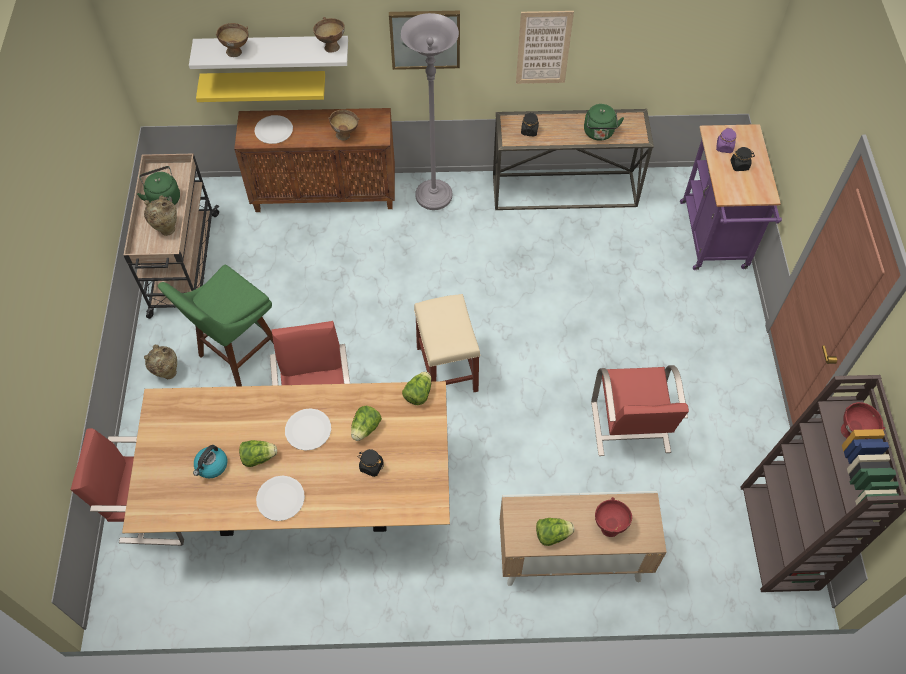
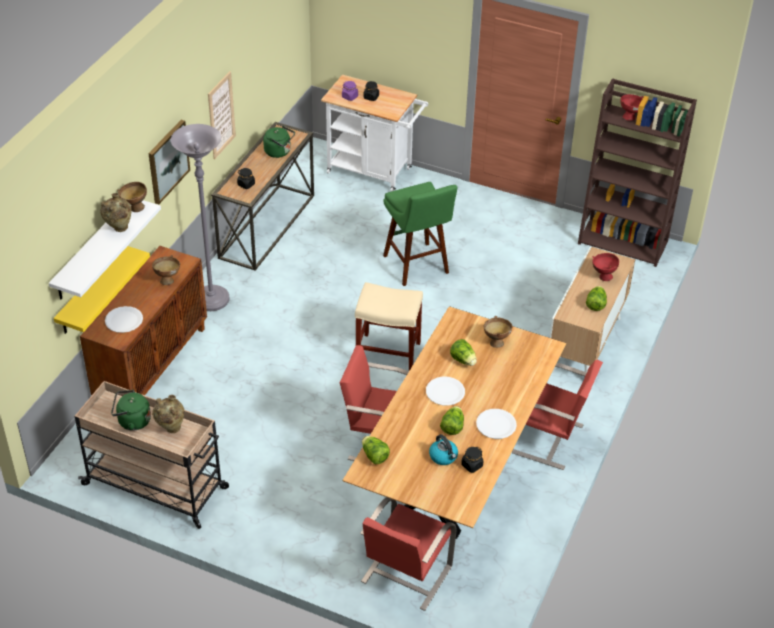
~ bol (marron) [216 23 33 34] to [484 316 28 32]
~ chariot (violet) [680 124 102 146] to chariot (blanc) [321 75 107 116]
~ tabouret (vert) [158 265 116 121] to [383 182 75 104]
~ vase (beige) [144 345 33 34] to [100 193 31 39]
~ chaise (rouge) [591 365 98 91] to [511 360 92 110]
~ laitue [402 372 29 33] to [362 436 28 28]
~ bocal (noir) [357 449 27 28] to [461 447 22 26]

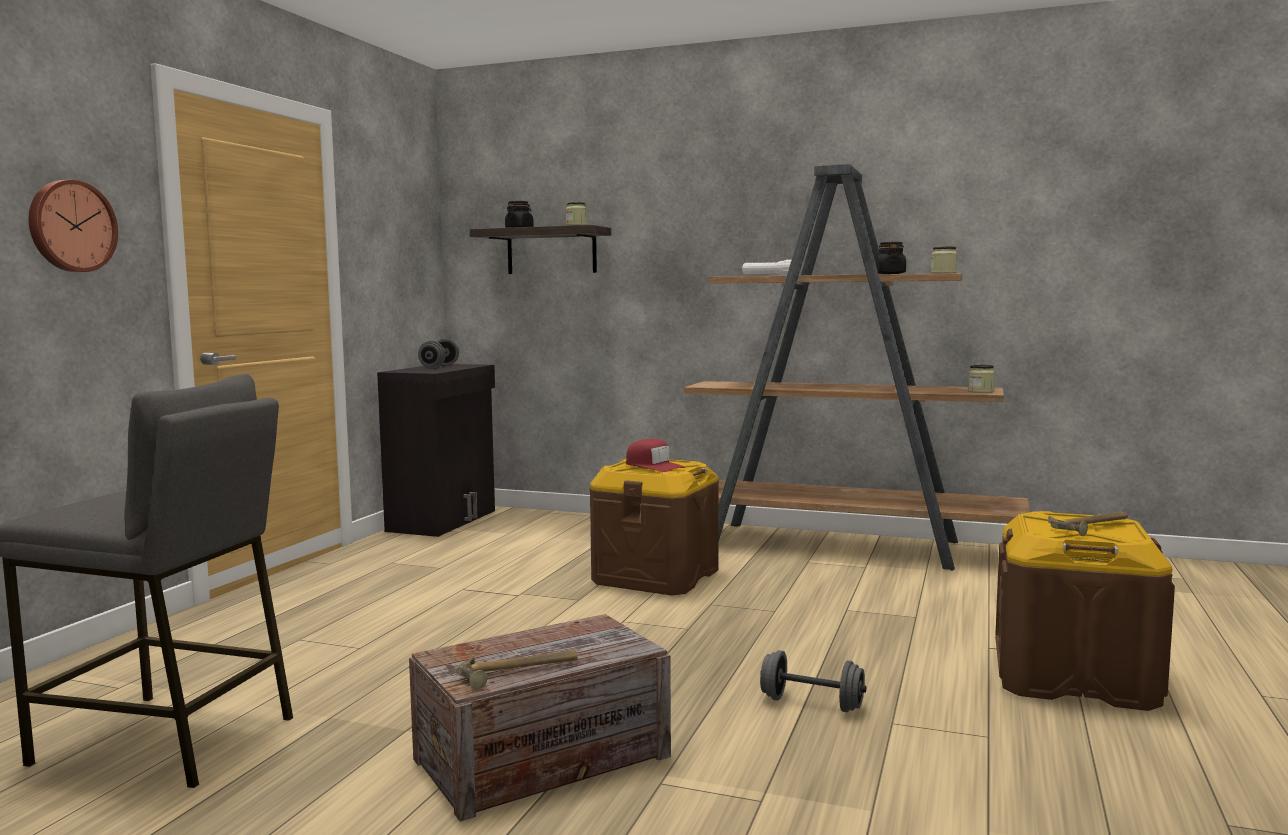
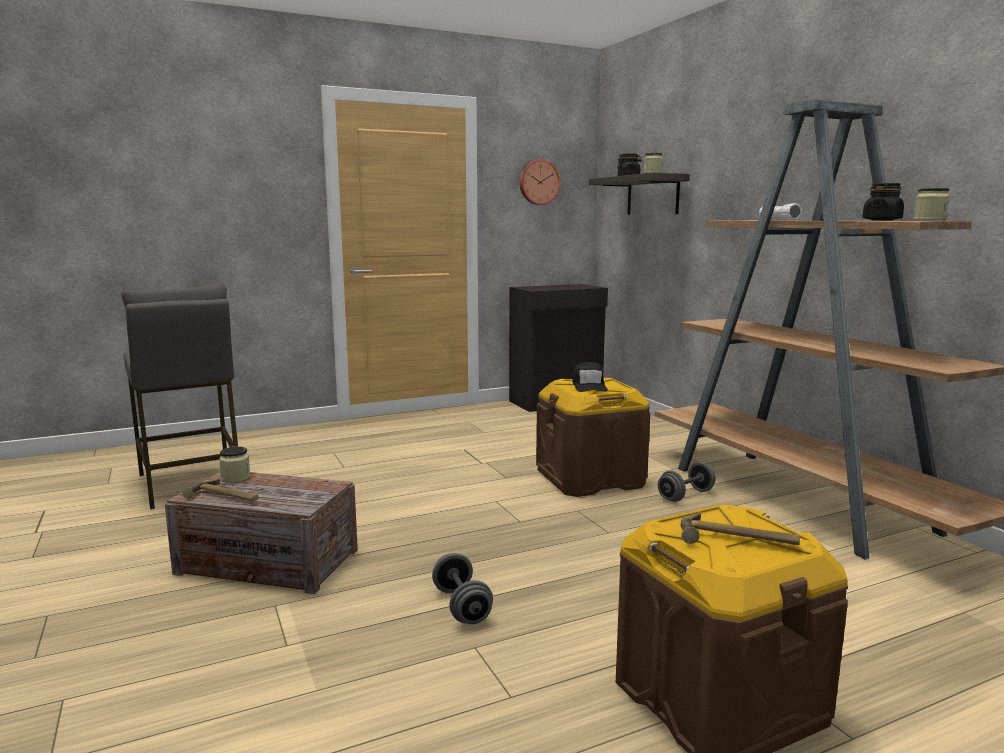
~ horloge murale [28 180 90 92] to [519 159 42 46]
~ haltère (gris) [418 339 41 30] to [658 462 58 40]
~ bocal [968 365 27 28] to [219 447 31 36]
~ casquette (rouge) [626 439 60 33] to casquette (noir) [572 362 36 30]

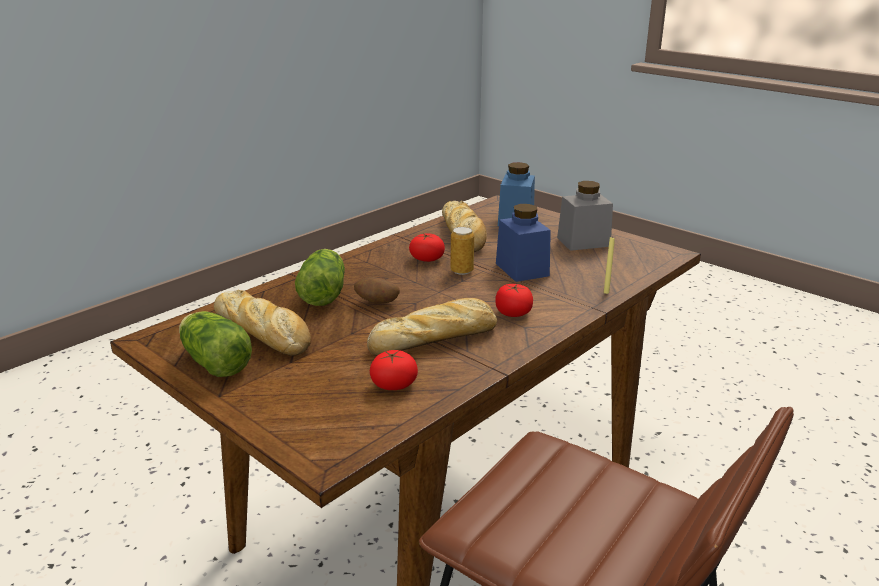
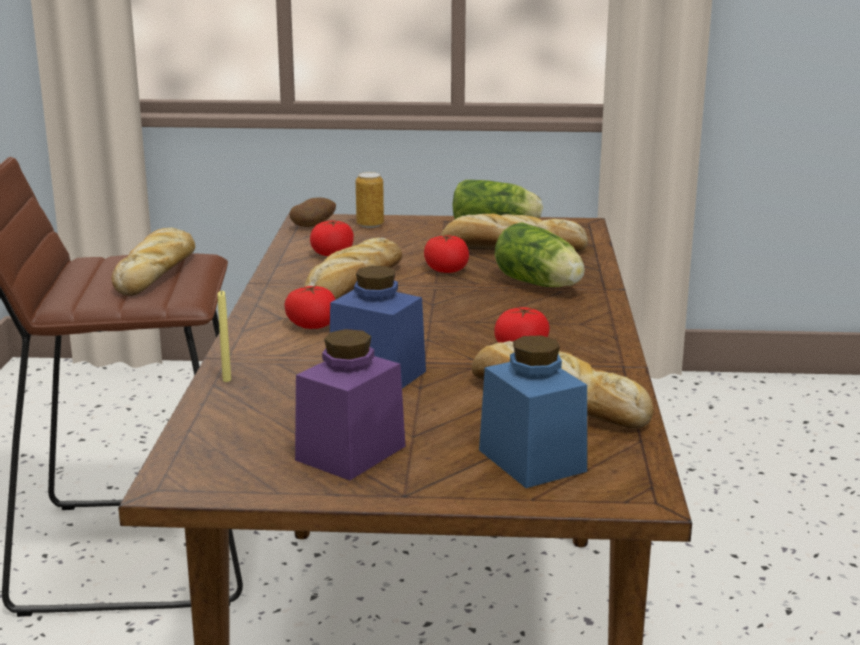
~ bocal (gris) [557 181 56 70] to bocal (violet) [295 329 110 151]
~ boîte métallique [451 227 23 48] to [356 172 28 56]
~ pomme de terre [354 277 46 27] to [289 198 47 29]
+ pain [112 228 83 68]
+ tomate [424 235 45 38]

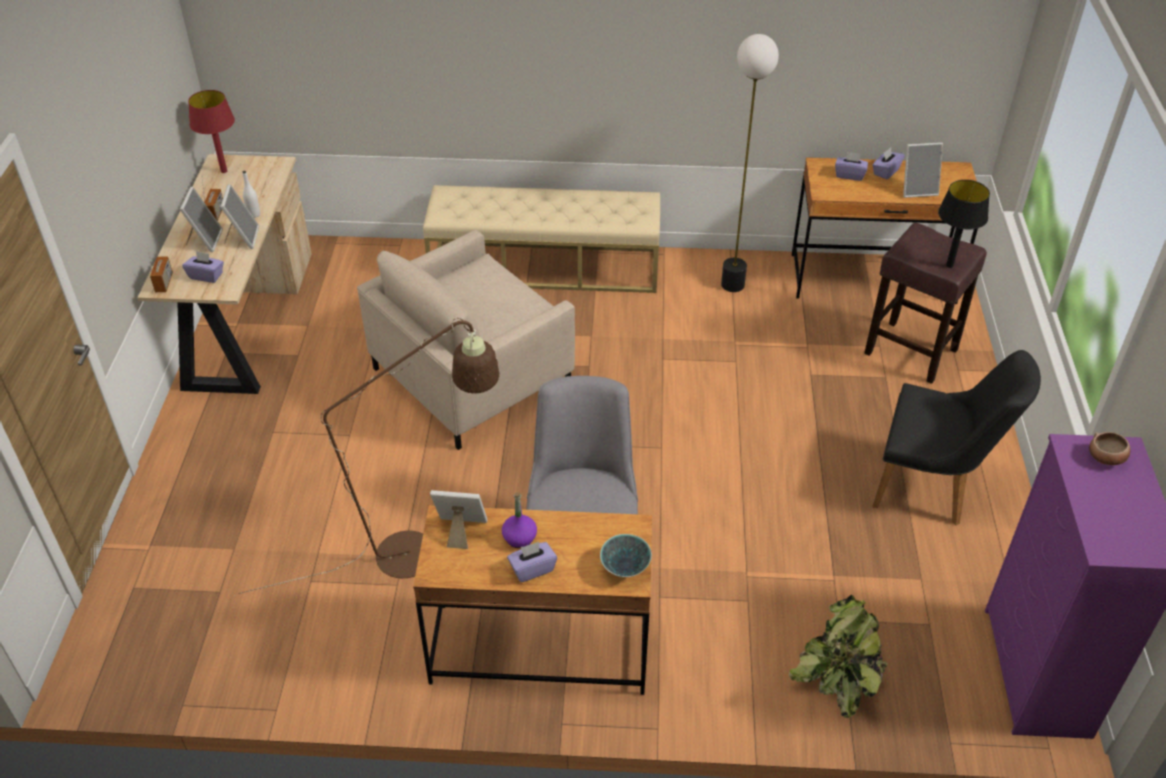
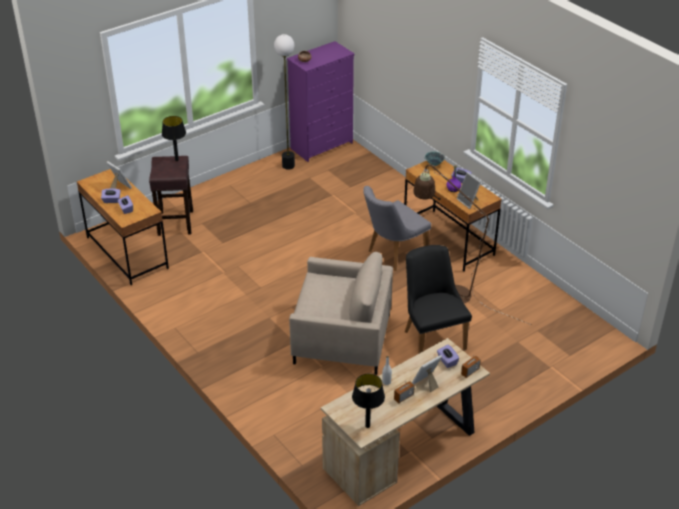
~ lampadaire [721 34 58 258] to [274 34 21 136]
~ lampe de table (rouge) [188 90 47 83] to lampe de table (noir) [352 374 33 54]
- cadre photo [221 184 38 65]
- banc (beige) [423 185 237 108]
~ chaise (noir) [872 350 169 176] to [405 245 67 109]
- plante en pot [789 594 99 124]

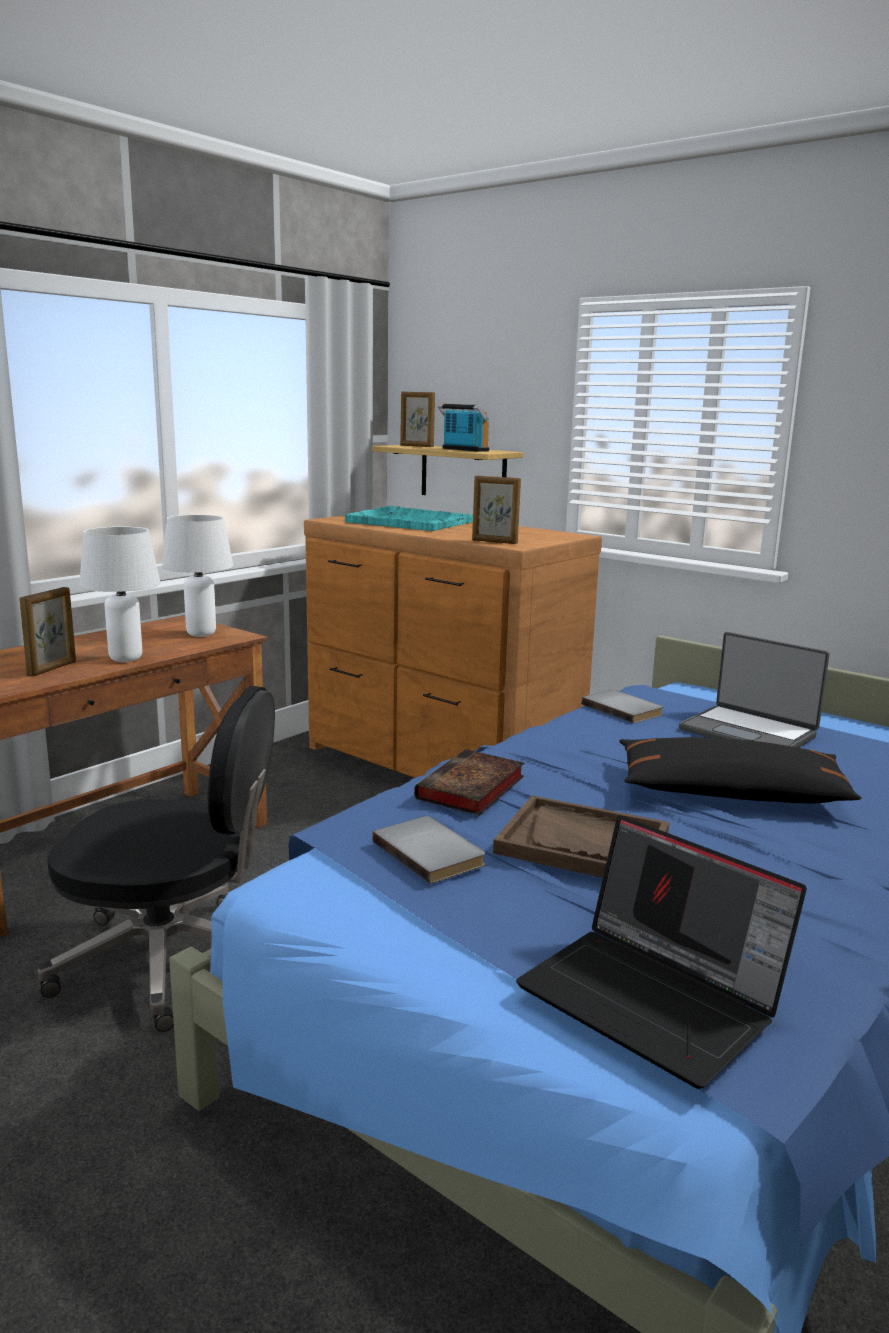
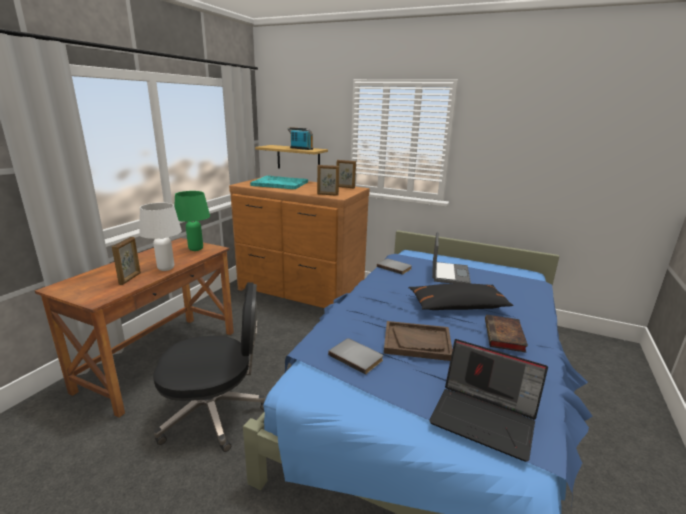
~ cadre photo [400 392 35 55] to [337 160 19 28]
~ lampe de table (blanc) [162 515 71 122] to lampe de table (vert) [174 191 36 60]
~ ordinateur portable [679 632 151 116] = [432 232 39 52] 105 degrees counterclockwise
~ livre [414 749 110 66] to [485 315 43 37]

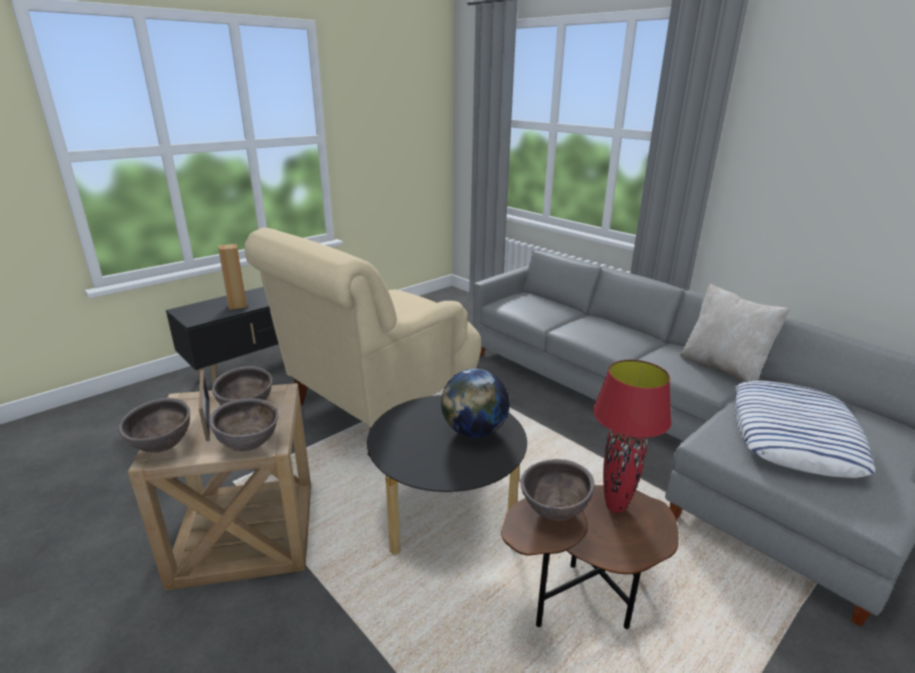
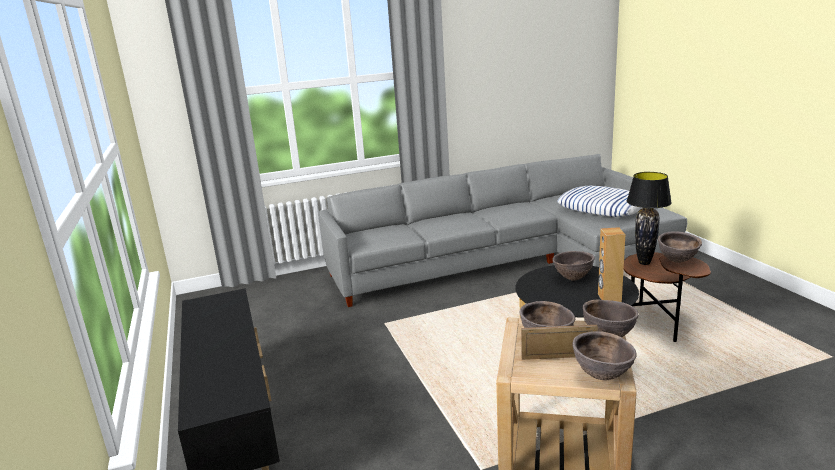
- fauteuil (beige) [245 227 236 229]
~ enceinte (marron) [218 244 29 66] to [598 227 27 75]
- coussin (beige) [680 284 110 98]
~ lampe de table (rouge) [593 360 79 153] to lampe de table (noir) [627 172 45 93]
~ globe [441 369 68 69] to bol (marron) [552 251 43 30]

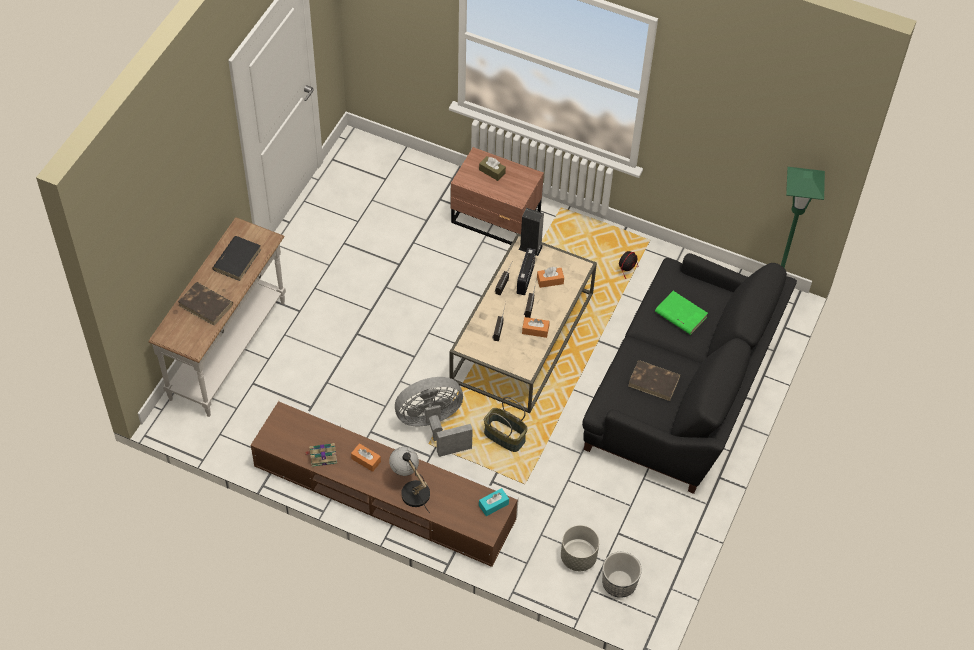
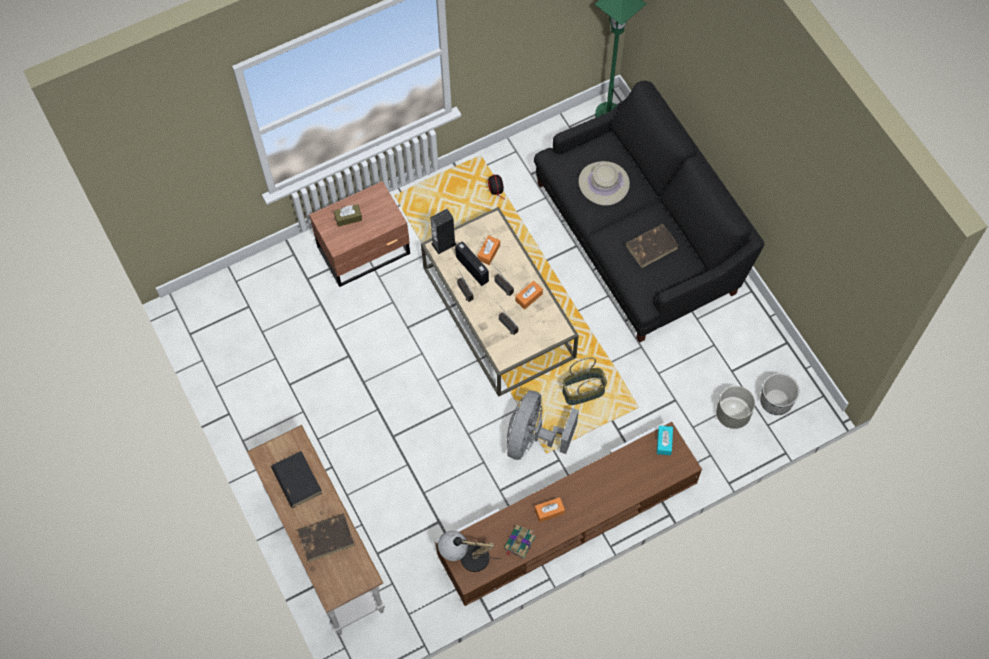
~ livre (vert) [655 291 53 44] to chapeau (beige) [579 161 51 45]
~ lampe de table [389 447 41 66] to [438 531 63 41]

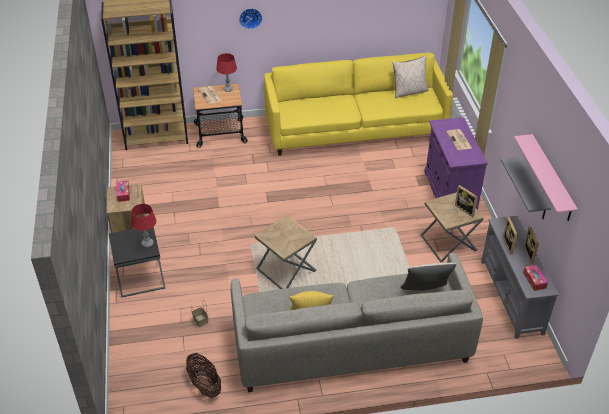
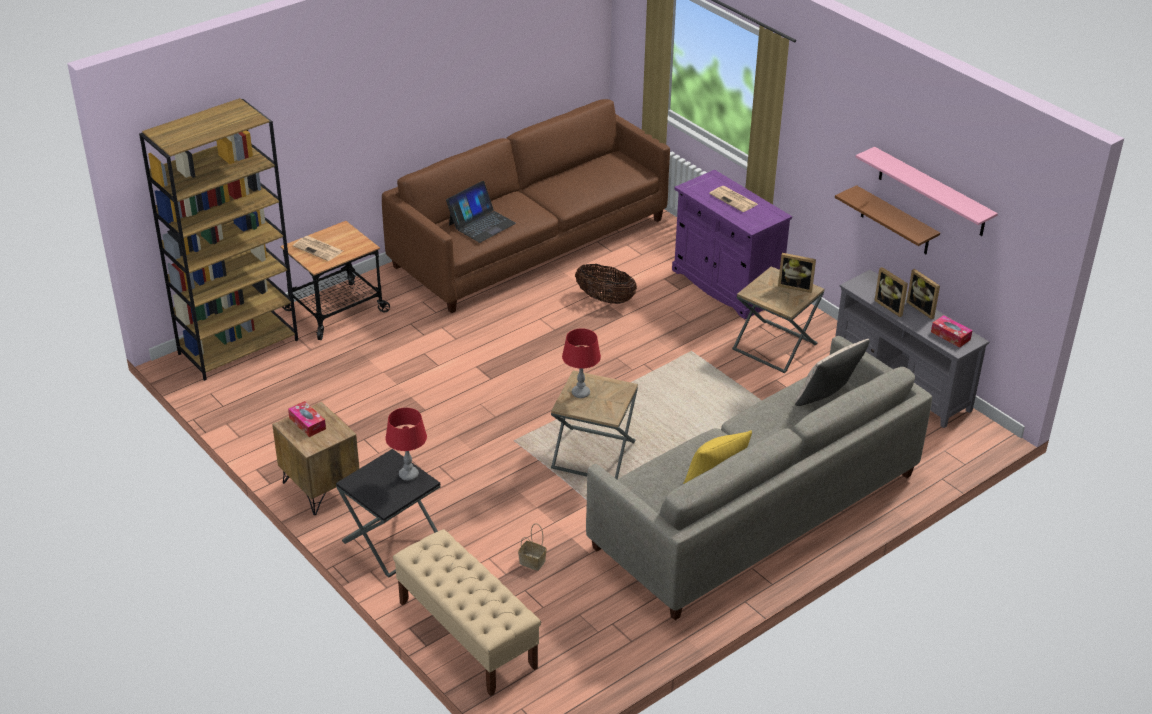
- horloge murale [239 8 23 21]
~ lampe de table (rouge) [216 53 21 39] to [562 328 39 70]
~ canapé (jaune) [264 53 189 103] to canapé (marron) [382 99 288 214]
- coussin (beige) [392 55 36 43]
~ étagère (gris) [501 157 50 62] to étagère (marron) [835 185 105 69]
~ panier [186 353 35 45] to [575 264 62 40]
+ ordinateur portable [446 181 70 62]
+ banc (beige) [393 529 148 167]

